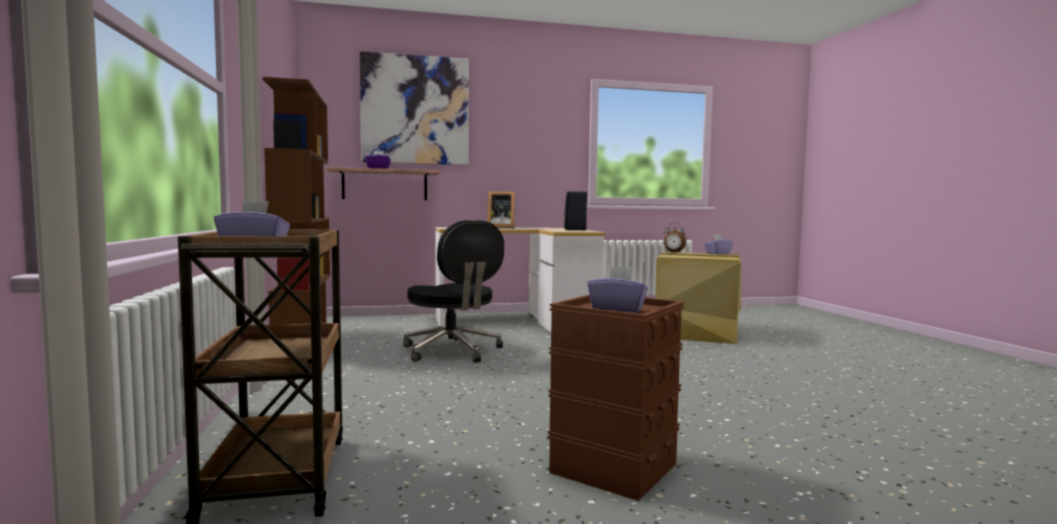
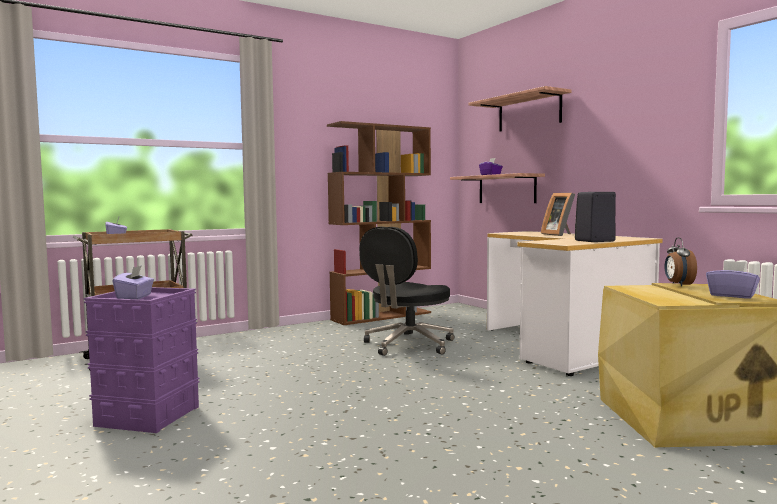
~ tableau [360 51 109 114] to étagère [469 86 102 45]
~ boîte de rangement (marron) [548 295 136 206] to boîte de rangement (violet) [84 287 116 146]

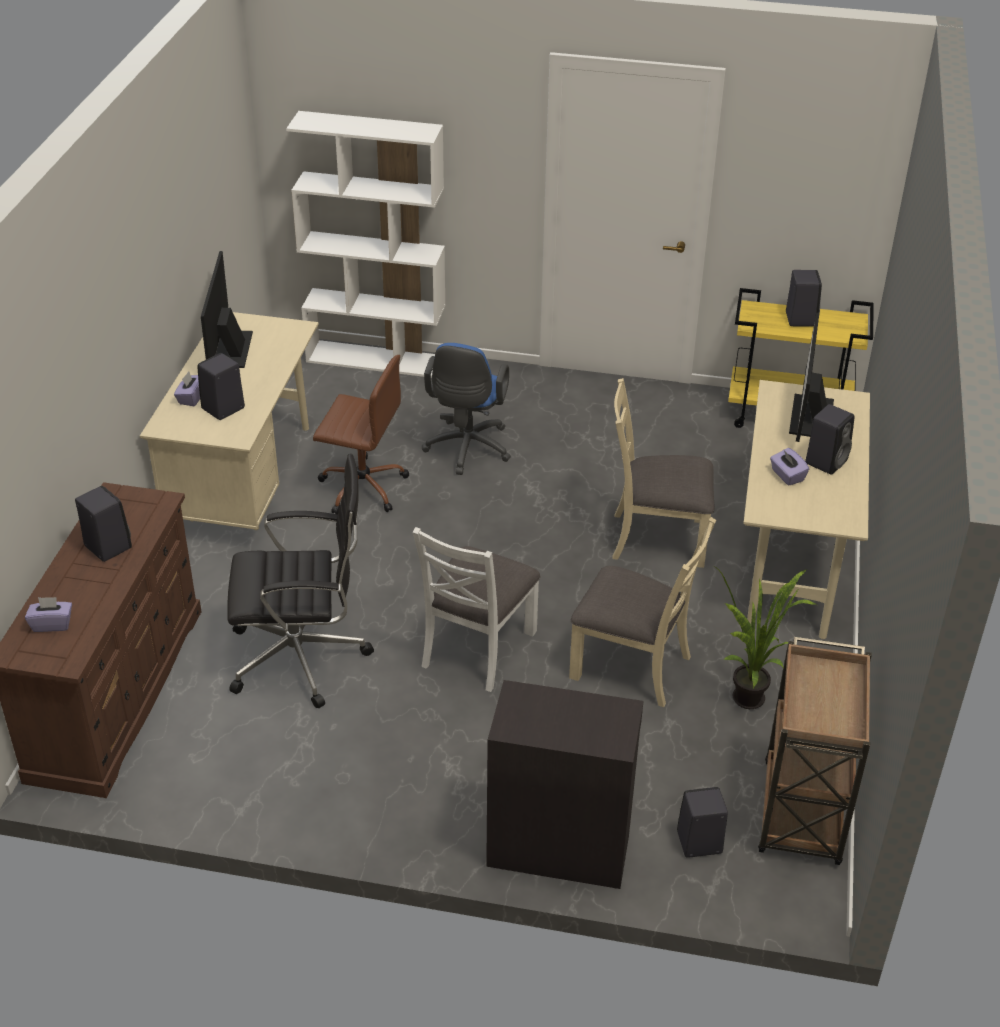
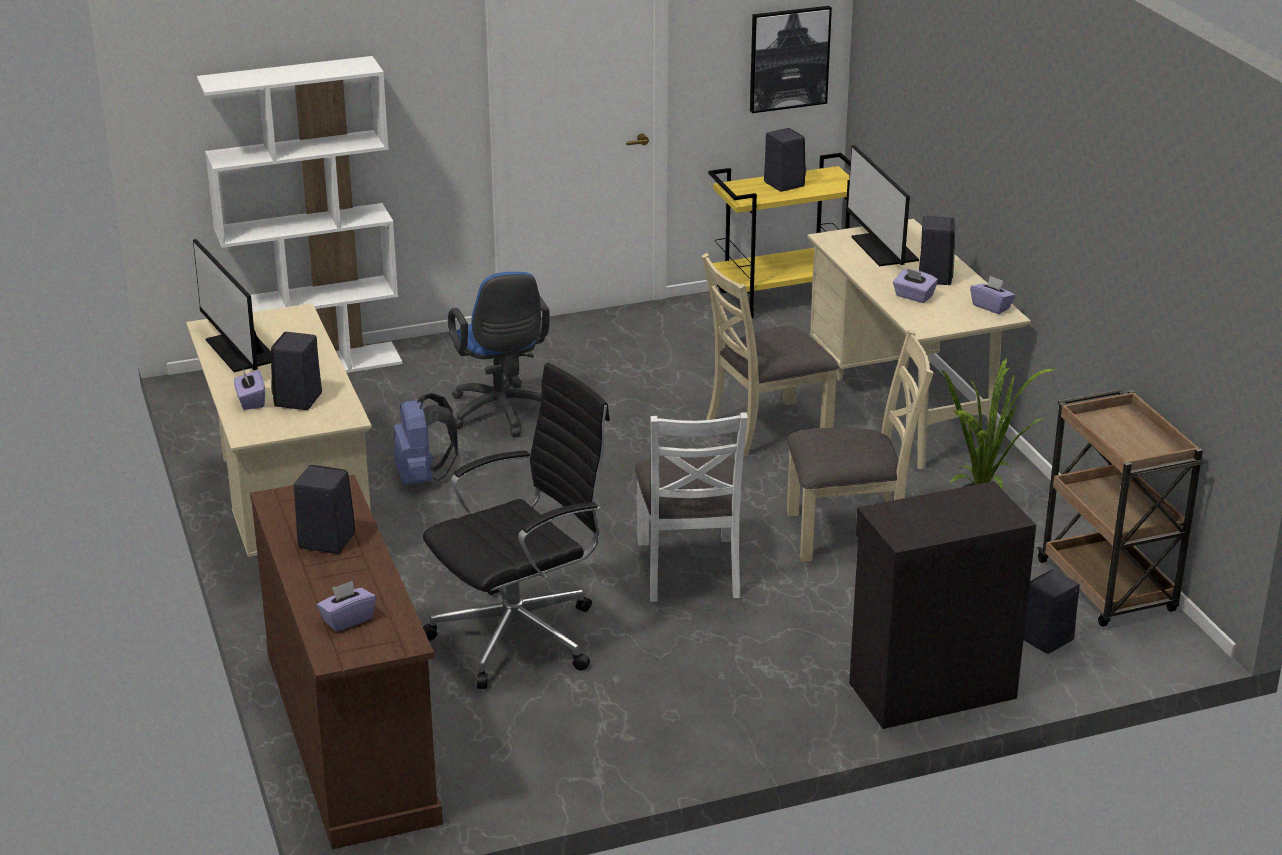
~ chaise de bureau (marron) [313 355 97 159] to sac à dos (bleu) [394 393 64 92]
+ tableau [750 6 82 107]
+ boîte à mouchoirs (violet) [970 276 45 38]

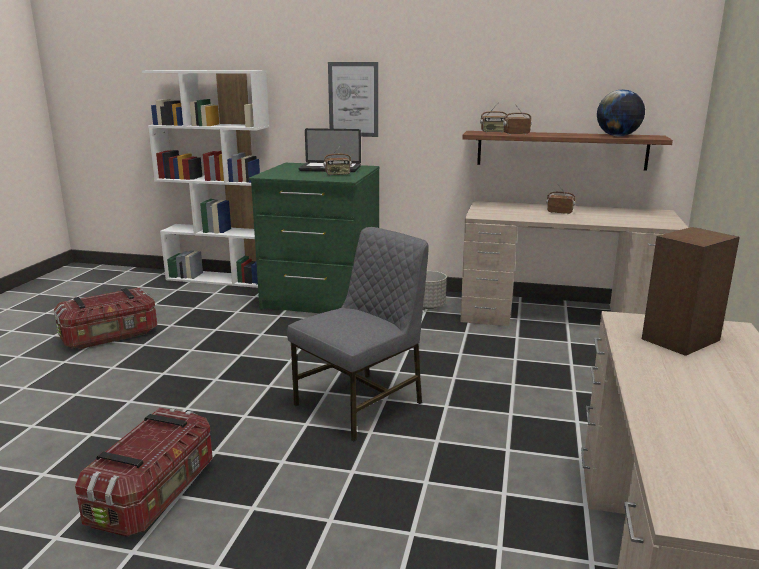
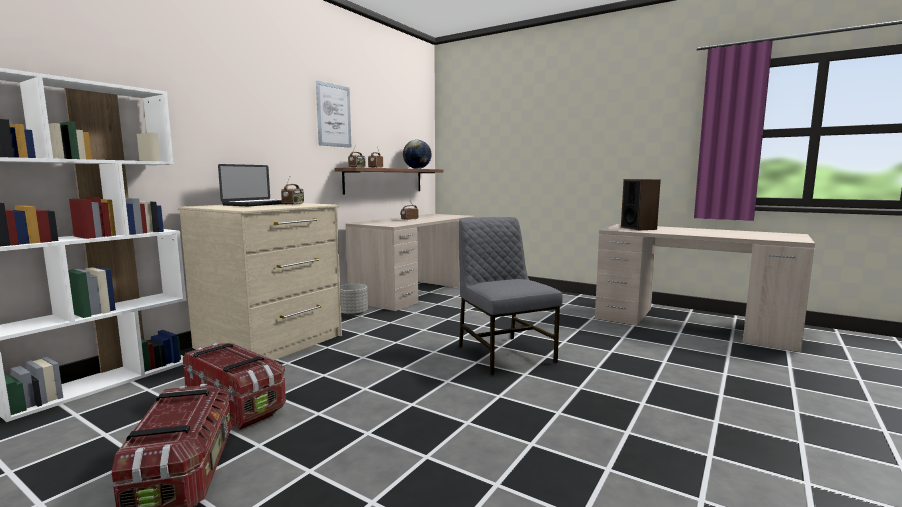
~ tableau [328 62 50 75] to [316 81 36 67]
~ commode (vert) [249 163 131 150] to commode (beige) [178 203 164 157]
~ boîte de rangement [75 408 138 129] to [183 343 103 87]

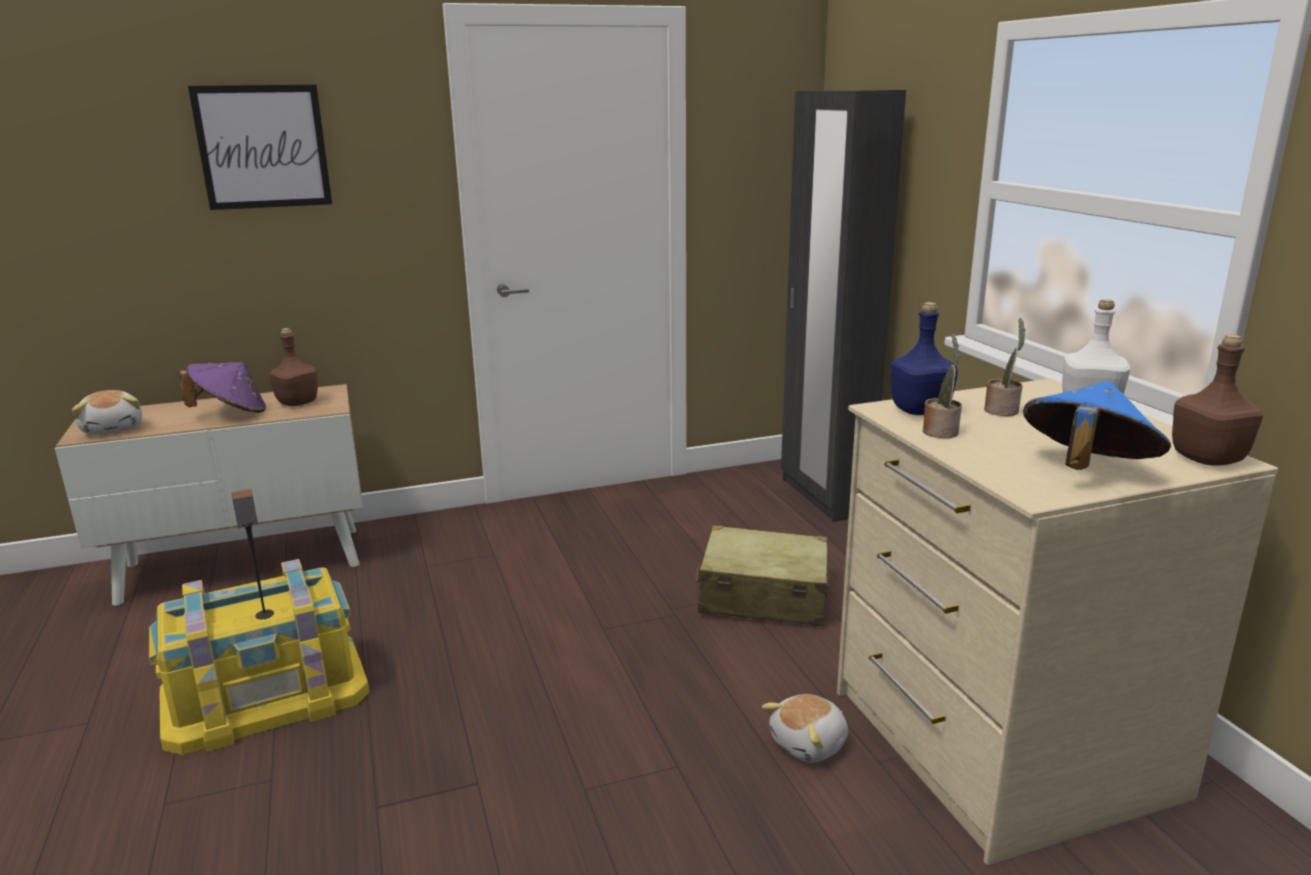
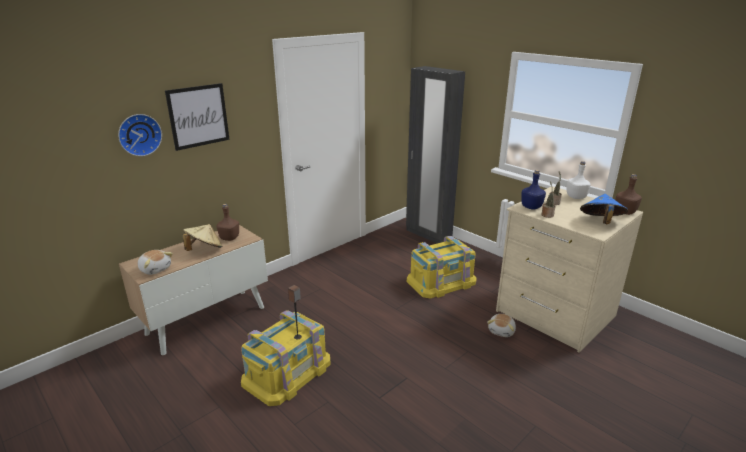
~ chapeau (violet) [179 362 87 51] to chapeau (beige) [183 224 39 27]
~ valise (beige) [696 525 133 102] to boîte de rangement (jaune) [407 236 70 63]
+ horloge murale [118 114 44 42]

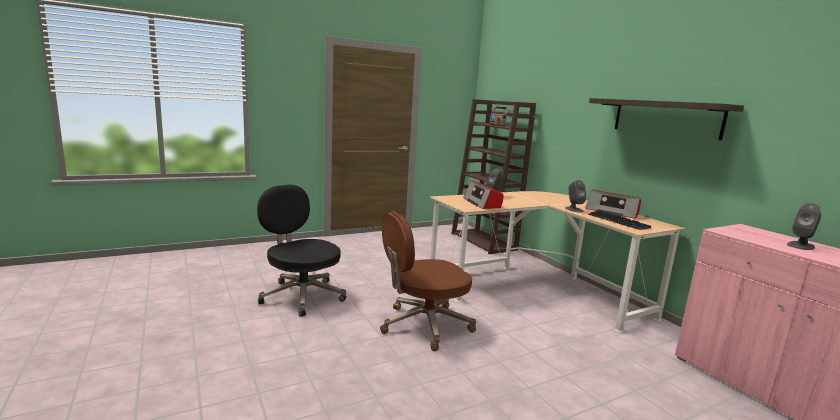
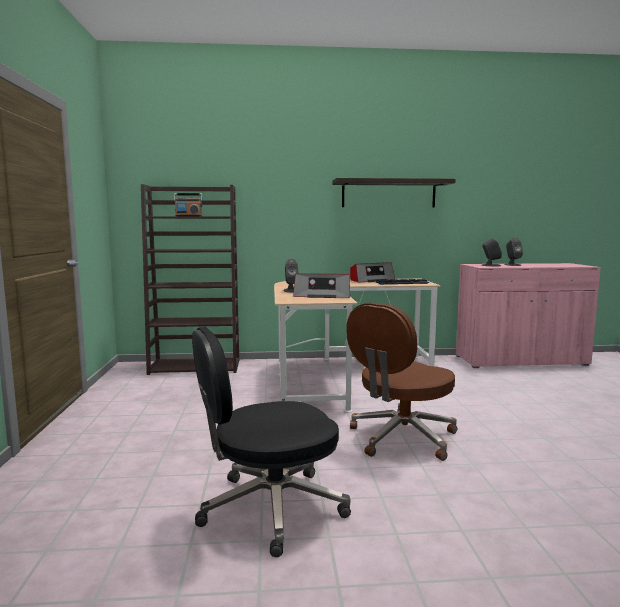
~ enceinte (gris) [565 180 22 32] to [482 238 20 28]
~ chaise de bureau (marron) [380 211 96 140] = [346 303 111 158] 45 degrees clockwise

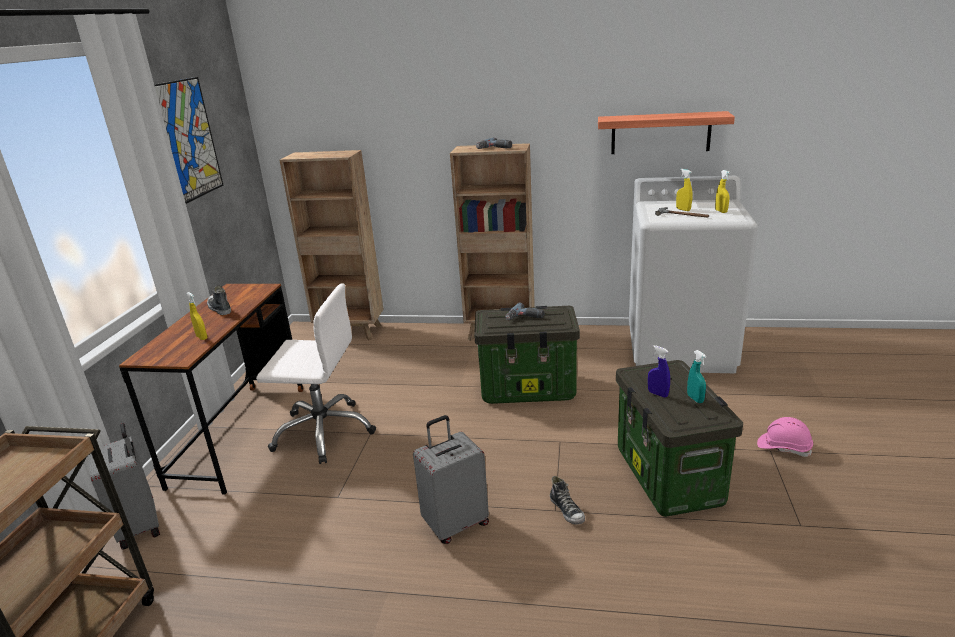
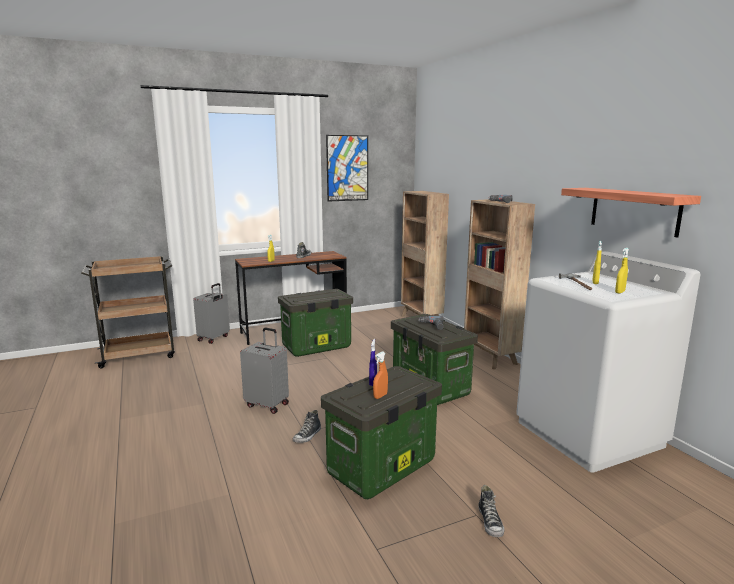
~ chaise de bureau (blanc) [256 283 120 181] to boîte de rangement [278 289 75 68]
~ vaporisateur (turquoise) [687 350 20 53] to vaporisateur (orange) [373 351 15 48]
~ casque de chantier (rose) [757 417 56 40] to chaussure [478 485 26 52]

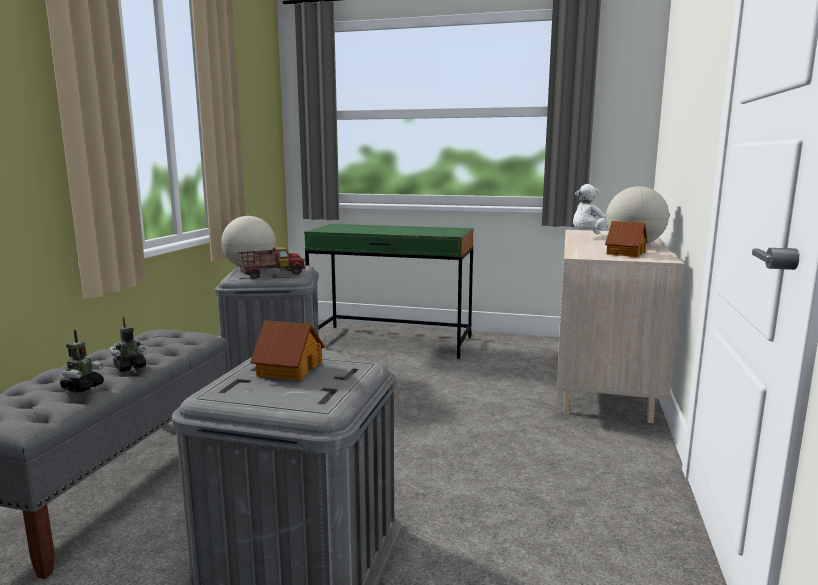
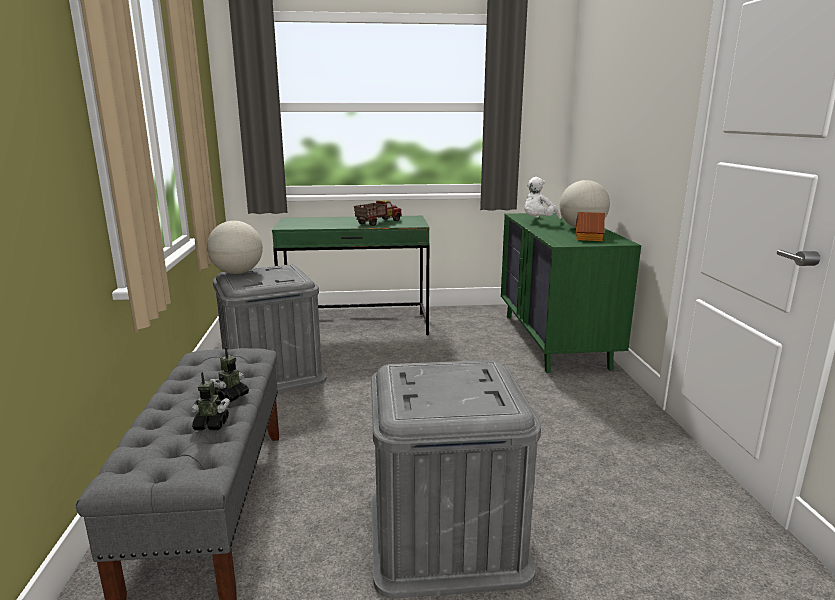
~ commode (beige) [557 230 127 193] to commode (vert) [501 213 140 160]
~ camion jouet [236 247 69 32] to [354 200 48 26]
- maison miniature [250 320 74 61]
~ robot jouet [60 330 44 63] = [191 372 39 58] 90 degrees counterclockwise

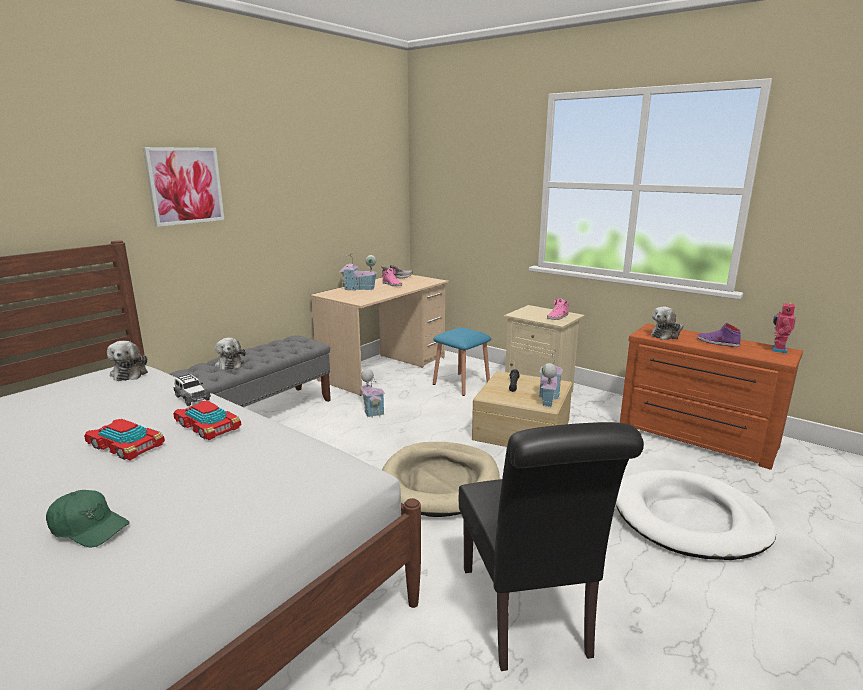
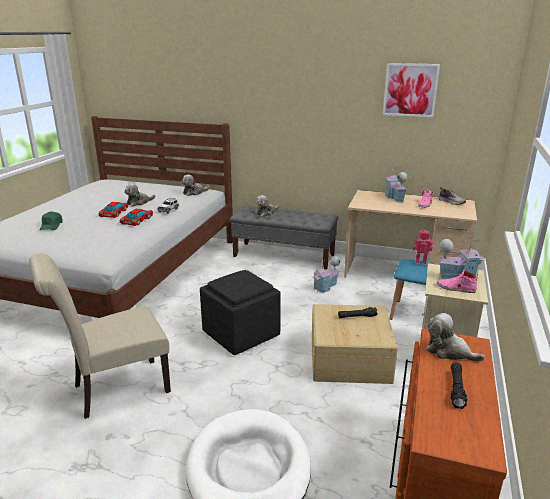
~ tableau [143 147 81 80] to [383 63 57 54]
~ robot jouet [772 302 24 51] to [413 230 20 37]
~ chaussure (violet) [697 323 44 24] to lampe de poche (noir) [451 362 16 47]
~ maison miniature [538 354 25 53] to [437 237 48 42]
~ chaise (noir) [459 422 185 249] to chaise (beige) [29 253 142 166]
~ panier pour chien (beige) [382 442 118 75] to pouf (noir) [200 270 81 85]
+ peluche [124 183 31 24]

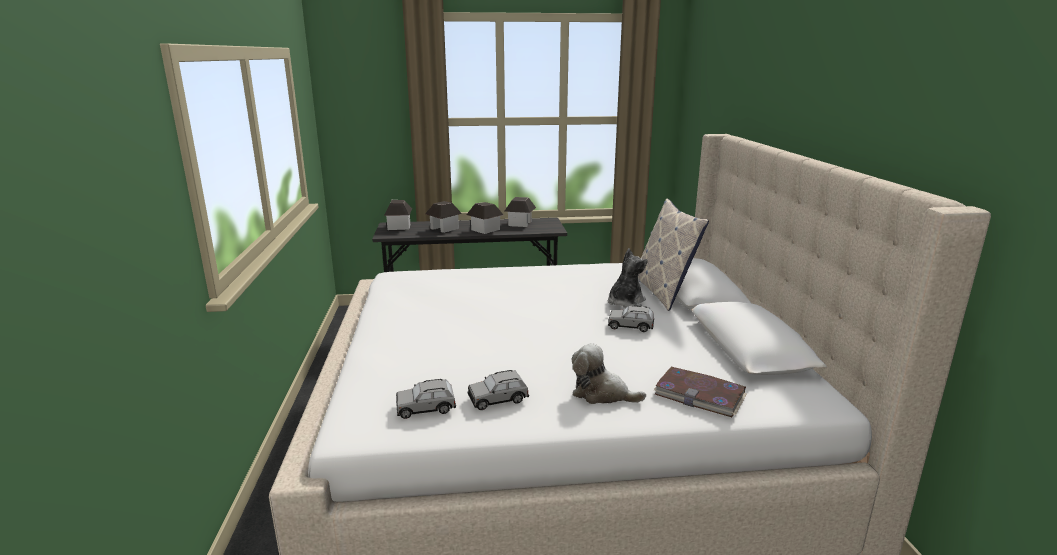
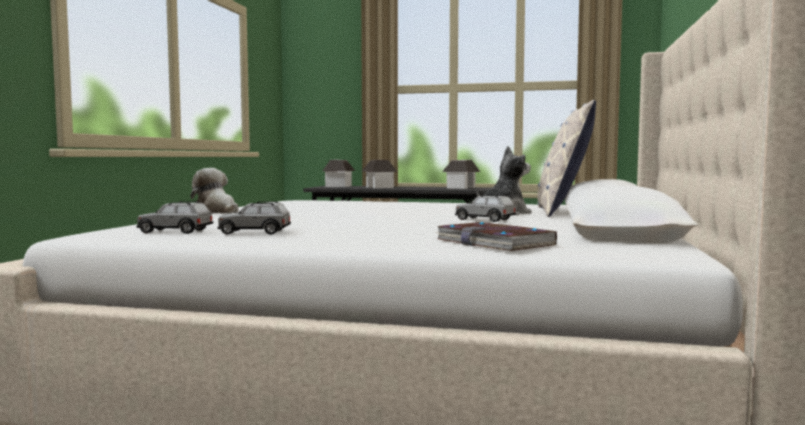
- maison miniature [466 202 37 32]
~ peluche [572 343 74 61] to [190 168 49 45]

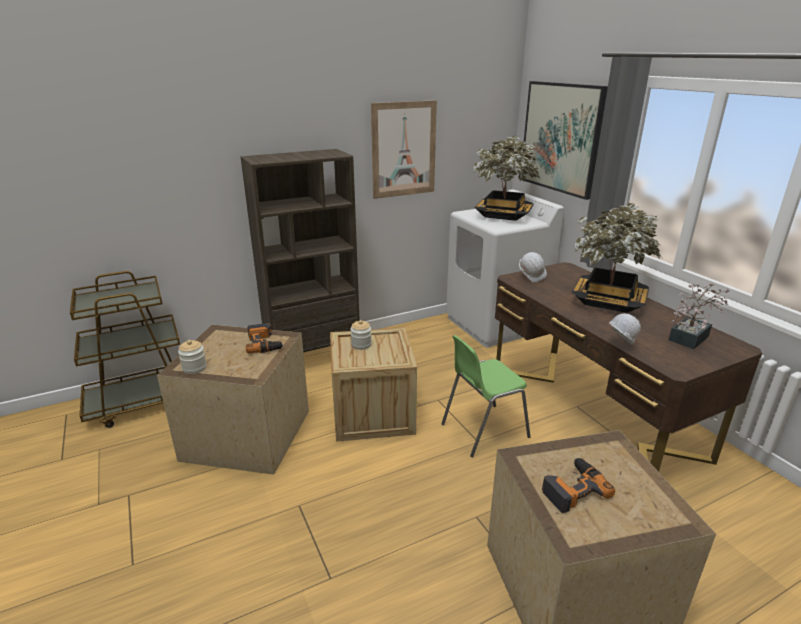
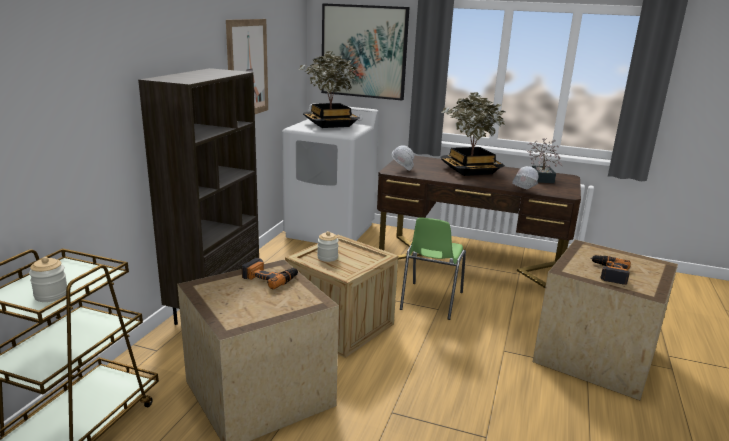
~ bocal [178 340 29 34] to [29 257 38 45]

